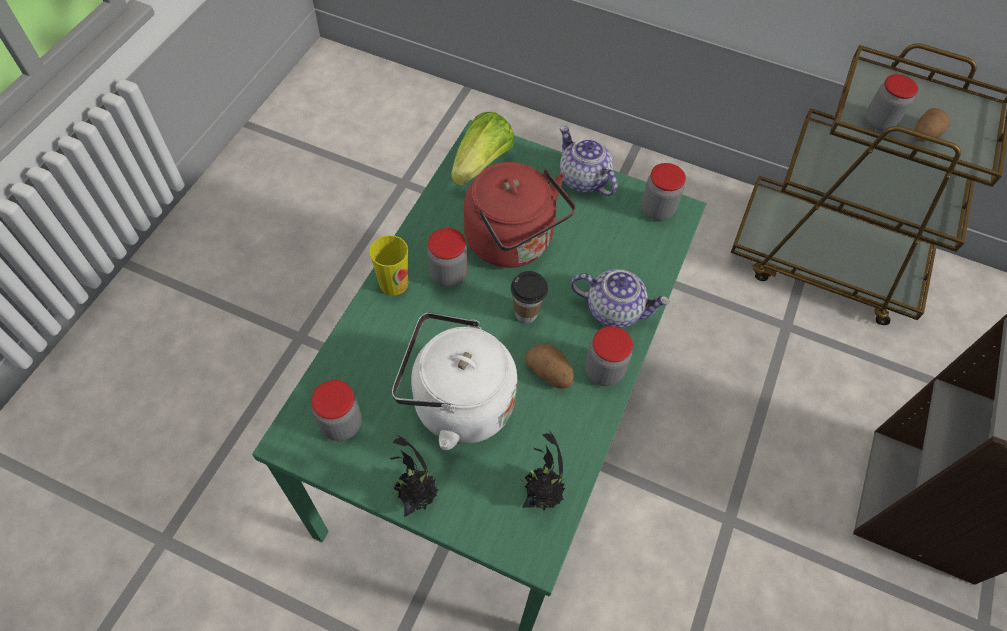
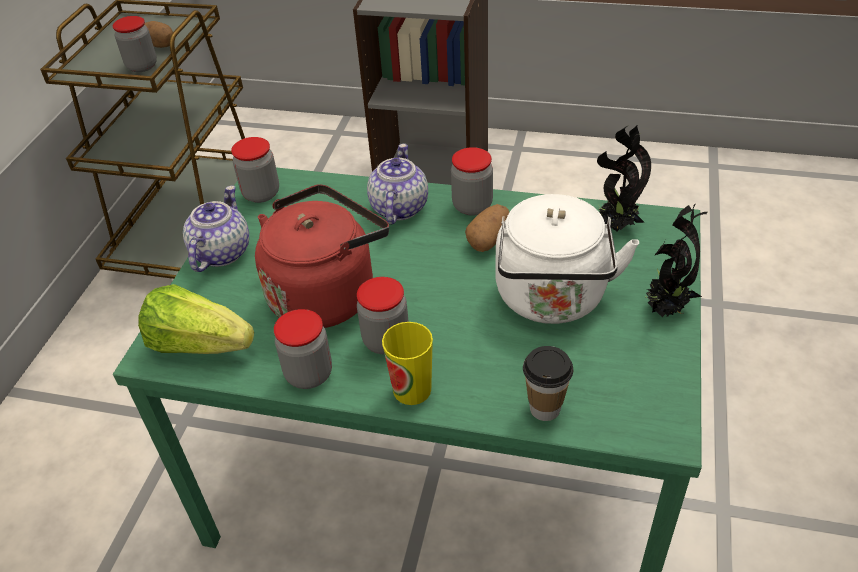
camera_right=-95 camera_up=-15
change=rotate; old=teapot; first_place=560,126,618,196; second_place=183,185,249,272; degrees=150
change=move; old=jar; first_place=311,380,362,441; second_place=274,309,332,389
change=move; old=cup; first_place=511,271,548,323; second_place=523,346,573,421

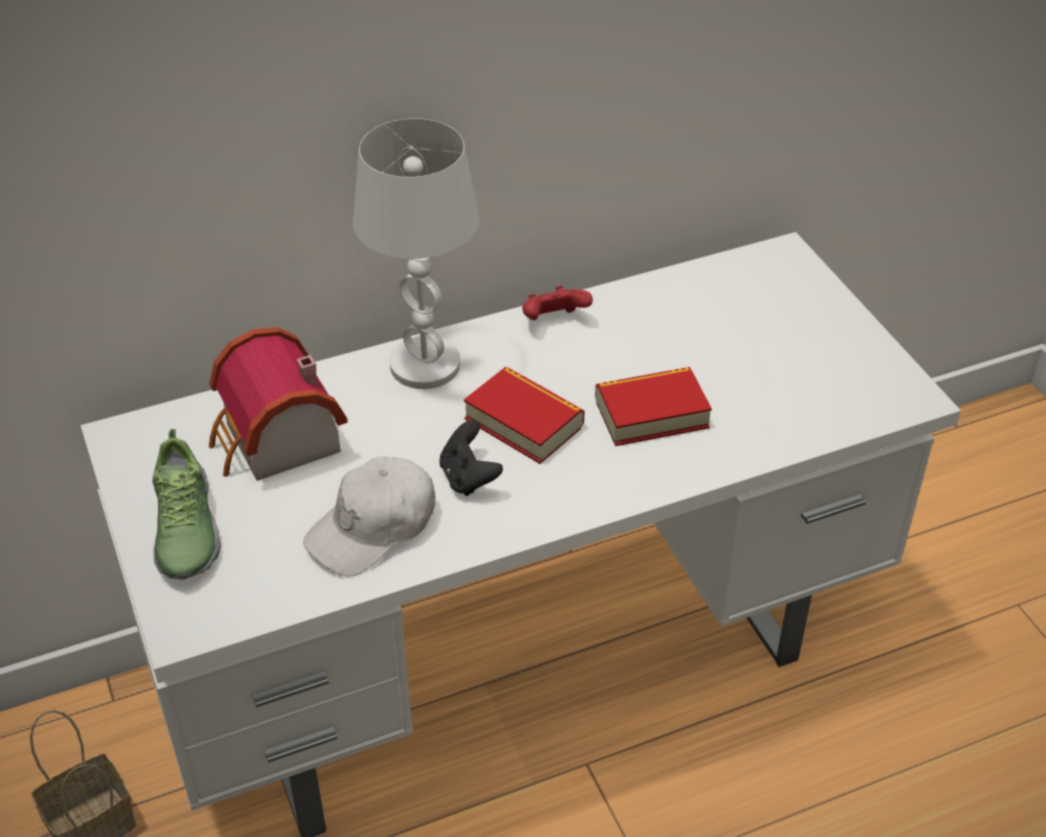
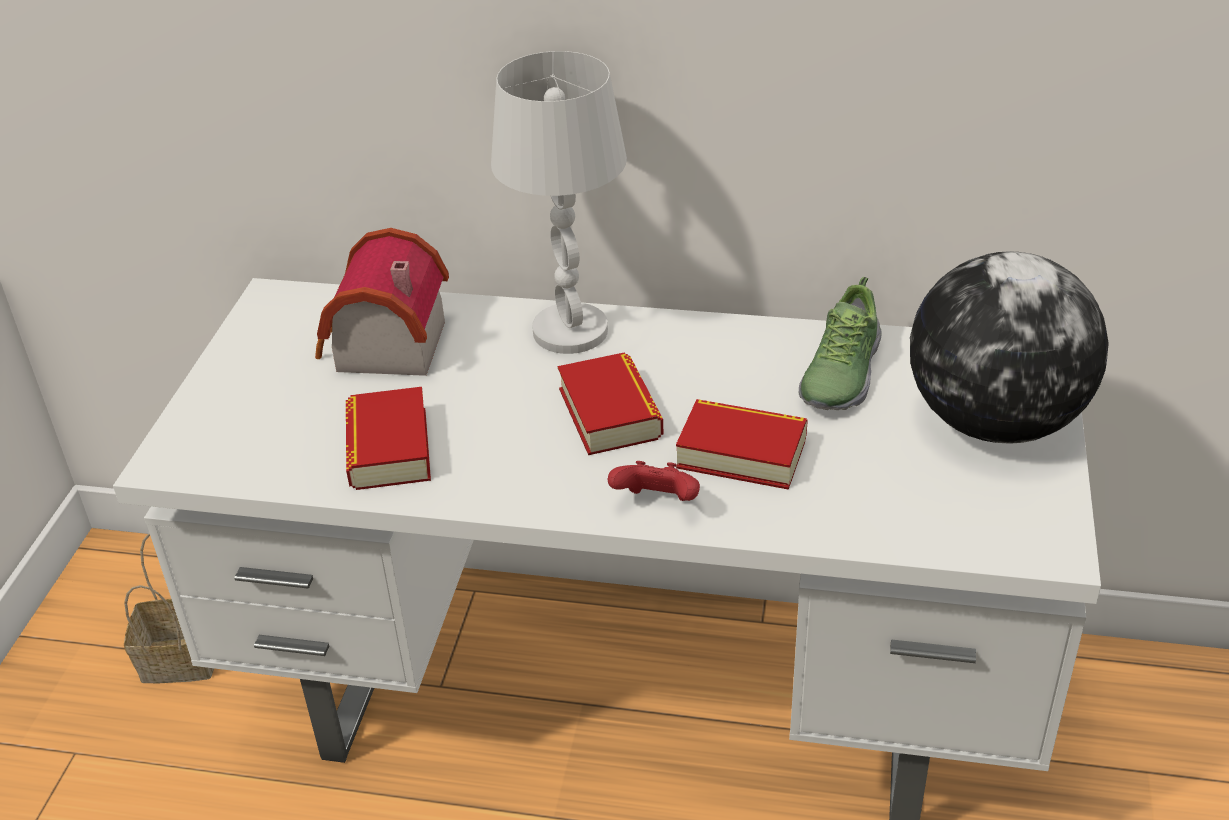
camera_right=35 camera_up=-5
change=replace; old=cap/white; new=book; first_place=304,456,435,576; second_place=346,387,431,490
change=move; old=game controller/red; first_place=522,286,593,320; second_place=608,461,700,501
change=move; old=shoe; first_place=153,429,221,580; second_place=799,277,882,410
change=insert; new=globe; second_place=910,251,1109,444
change=delete; old=game controller/black; first_place=440,420,503,496

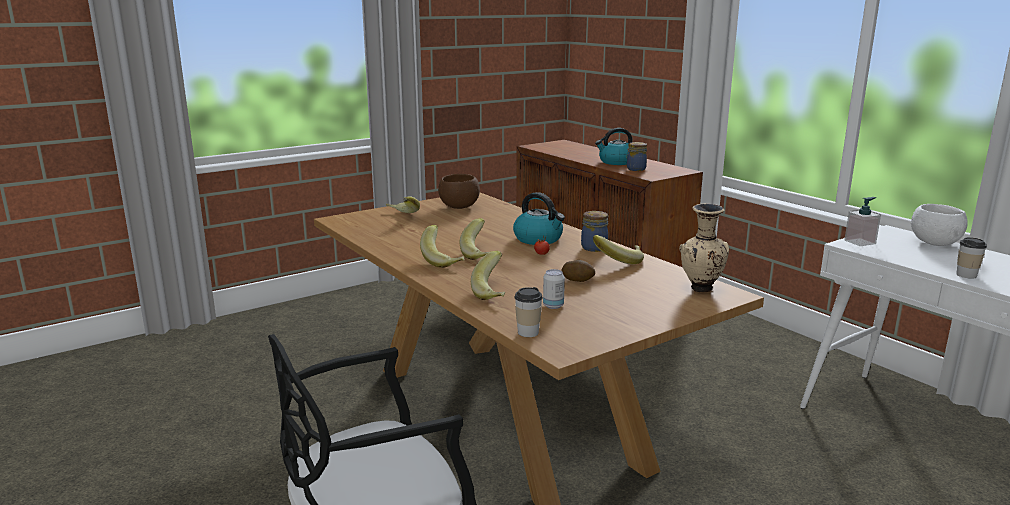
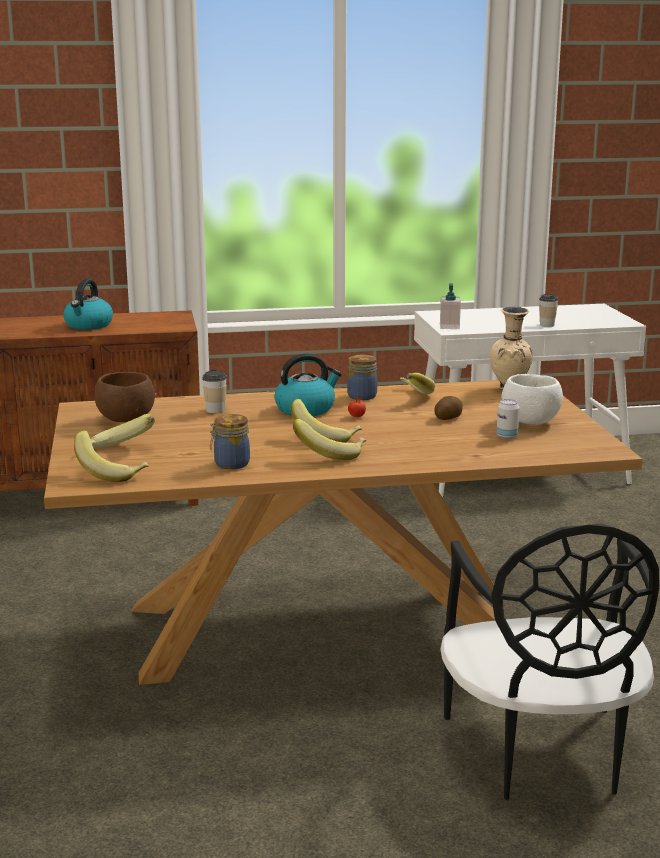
camera_right=-65 camera_up=0
change=move; old=banana; first_place=471,251,505,300; second_place=74,430,149,482
change=move; old=cup; first_place=514,287,543,337; second_place=202,369,227,413
change=move; old=jar; first_place=627,142,647,171; second_place=210,414,250,469
change=move; old=bowl/white; first_place=911,204,968,246; second_place=501,374,563,425

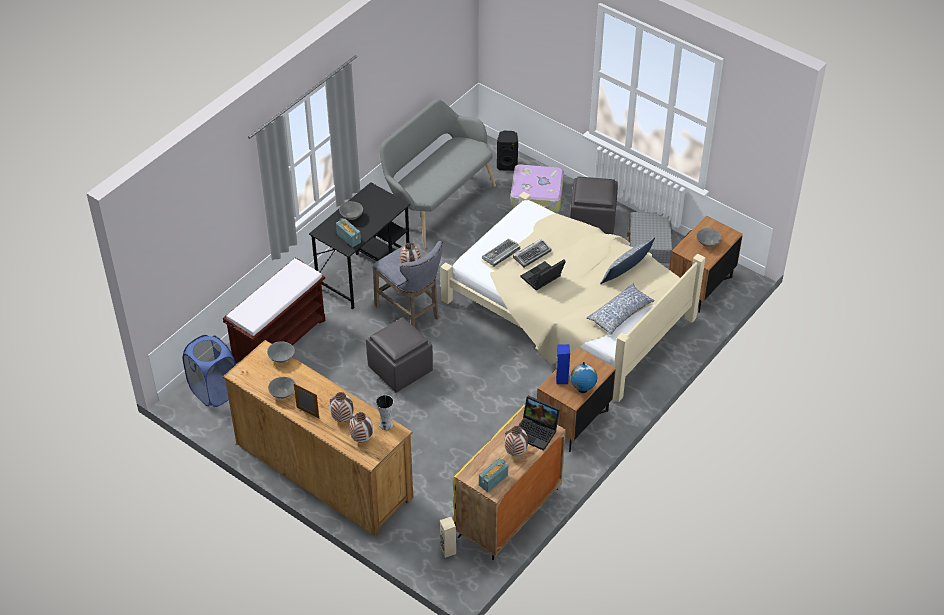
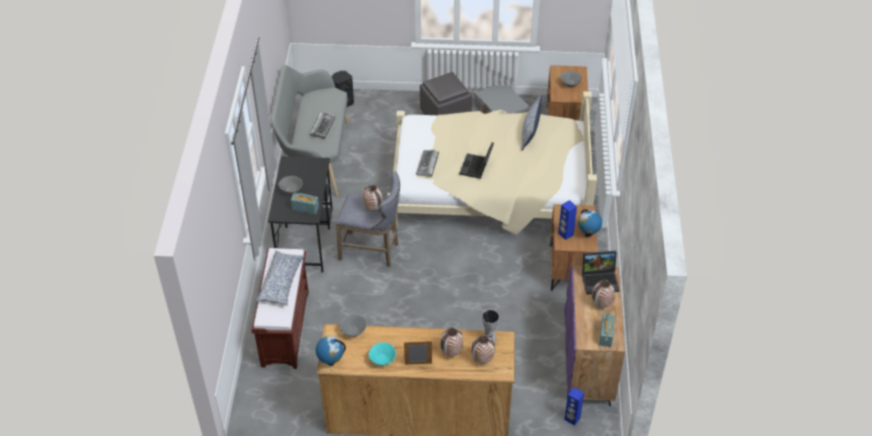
camera_right=-35 camera_up=0
change=move; old=pillow; first_place=586,283,655,335; second_place=256,250,304,306
change=move; old=keyboard; first_place=513,239,552,268; second_place=310,112,335,139
change=insert; new=globe; second_place=316,336,346,366
change=recolor; old=bowl/grey; new=bowl/turquoise; first_place=268,377,296,399; second_place=369,342,396,366
change=recolor; old=cabinet/yellow; new=cabinet/purple; first_place=453,405,566,560; second_place=564,265,625,406
change=recolor; old=speaker/beige; new=speaker/blue; first_place=440,517,456,558; second_place=564,387,584,425
change=delete; old=laundry basket/blue; first_place=183,335,236,407
change=delete; old=ottoman/grey; first_place=366,317,433,393
change=delete; old=suitcase; first_place=510,165,564,213

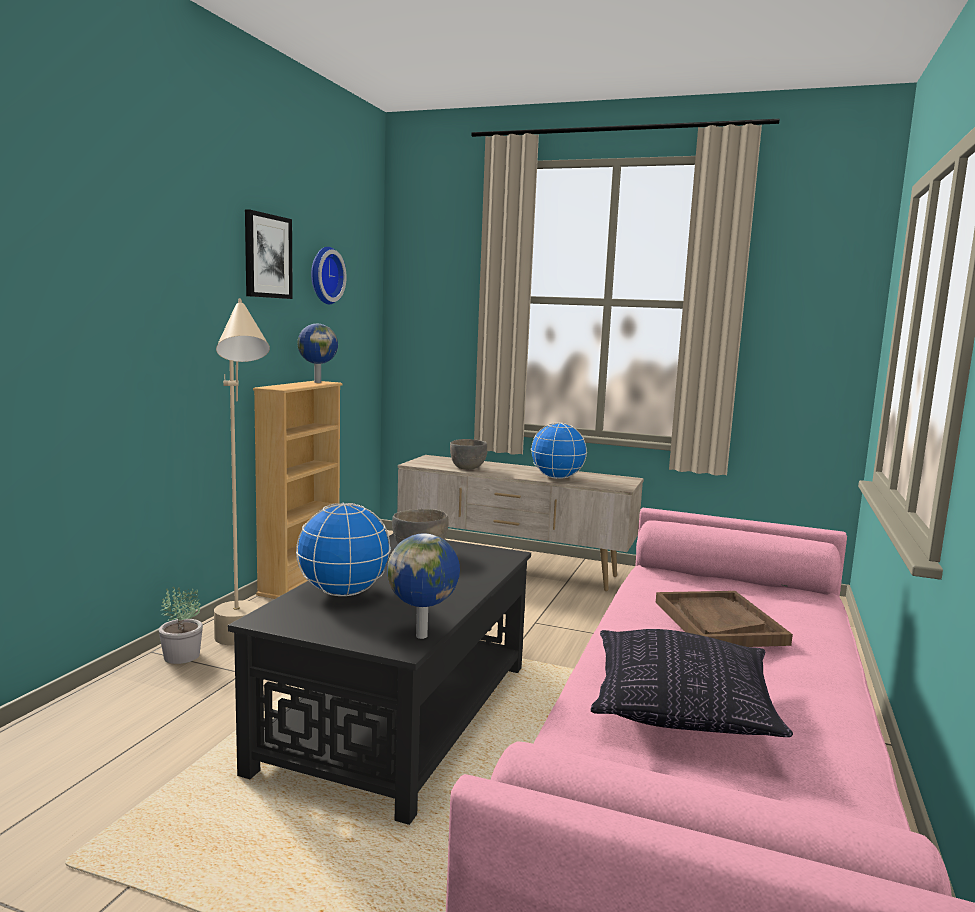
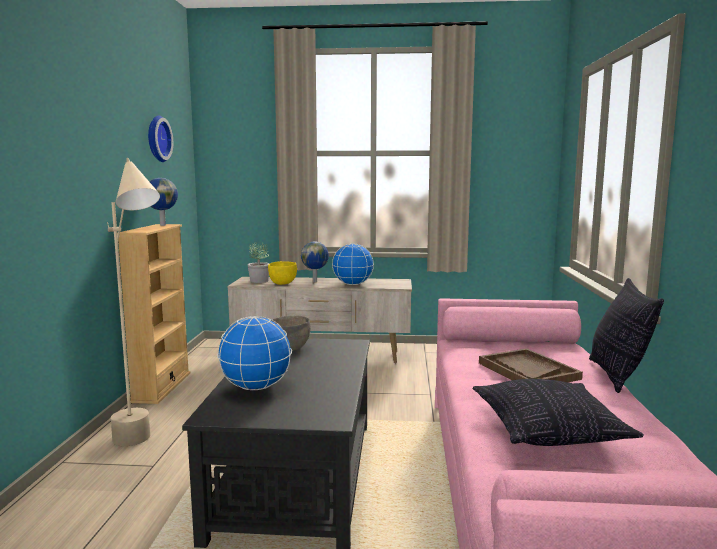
camera_right=-15 camera_up=0
change=move; old=potted plant; first_place=159,586,203,664; second_place=248,243,269,283
change=recolor; old=bowl/grey; new=bowl/yellow; first_place=450,439,488,469; second_place=268,261,297,285
change=move; old=globe; first_place=387,533,460,639; second_place=301,241,329,282
change=insert; new=pillow; second_place=589,278,664,393
change=delete; old=picture; first_place=245,210,293,299

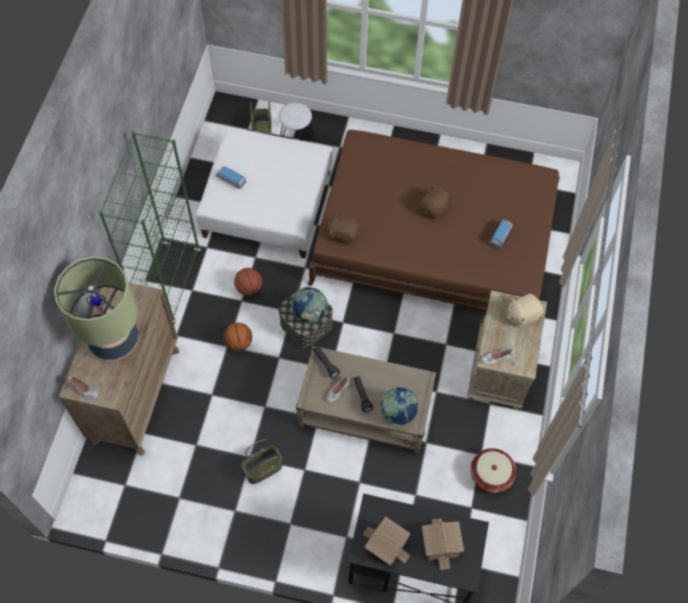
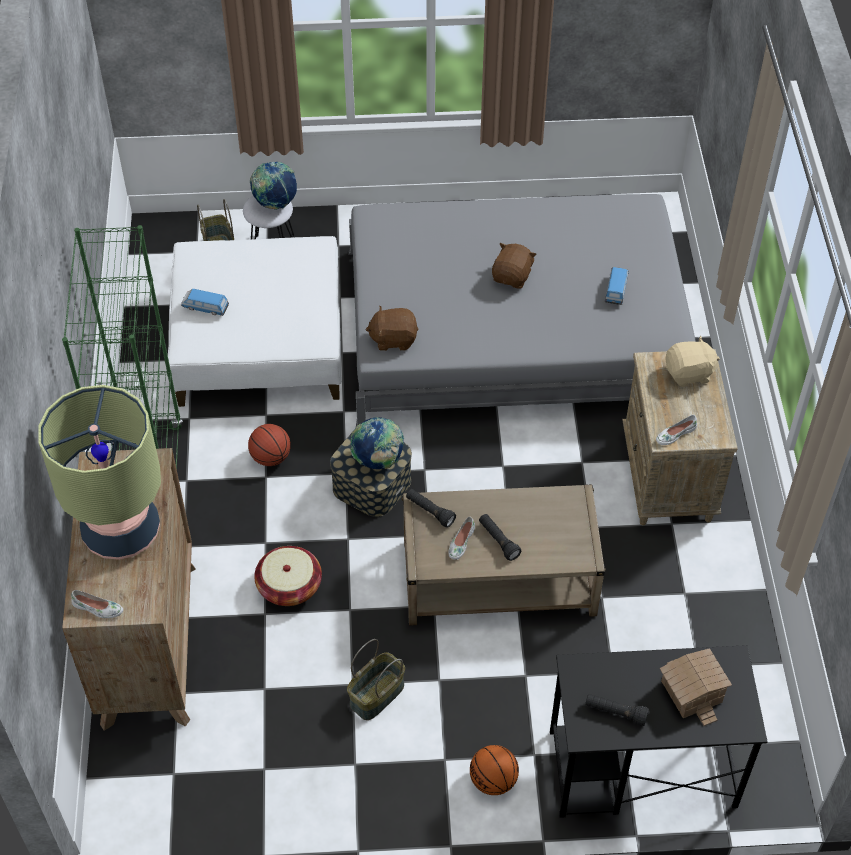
camera_right=-15 camera_up=-10
change=move; old=globe; first_place=381,387,418,425; second_place=250,162,297,210
change=move; old=basket; first_place=470,448,516,493; second_place=254,546,322,606
change=recolor; old=bed/brown; new=bed/grey; first_place=308,130,560,311; second_place=349,194,696,427
change=move; old=basketball; first_place=223,323,252,351; second_place=470,745,519,795
change=replace; old=toy house; new=flashlight/black; first_place=363,517,411,566; second_place=585,694,649,726
change=rotate; old=plush toy/beige; first_place=507,294,543,328; second_place=665,336,720,387; degrees=-150

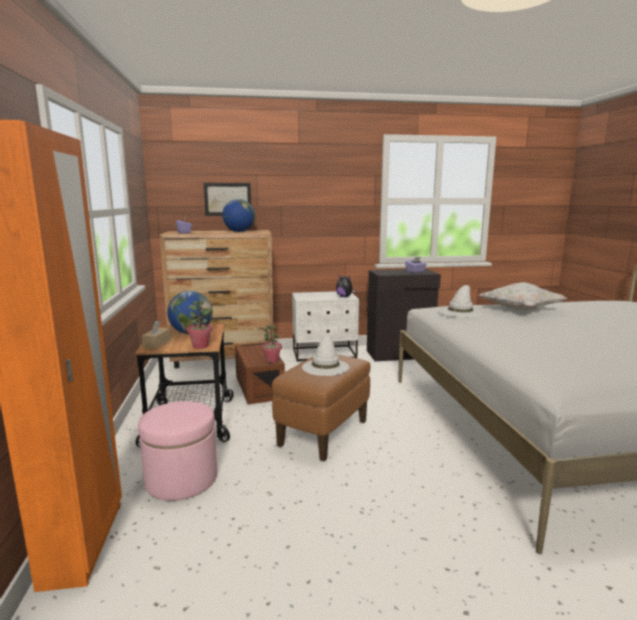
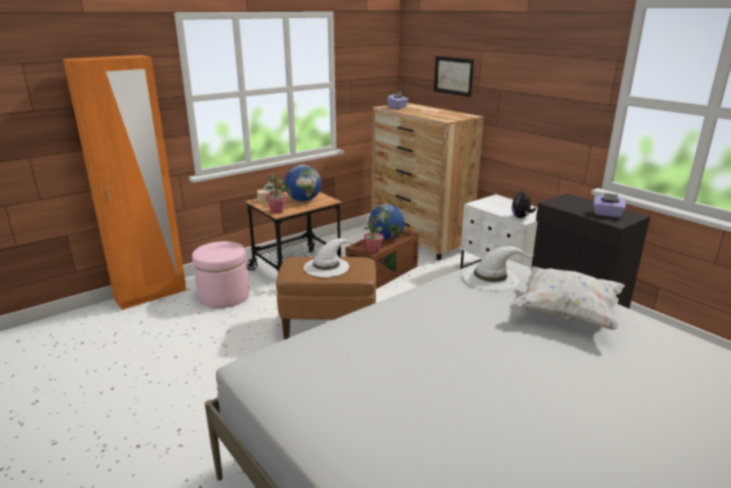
camera_right=60 camera_up=10
change=move; old=globe; first_place=222,199,255,232; second_place=369,204,405,240

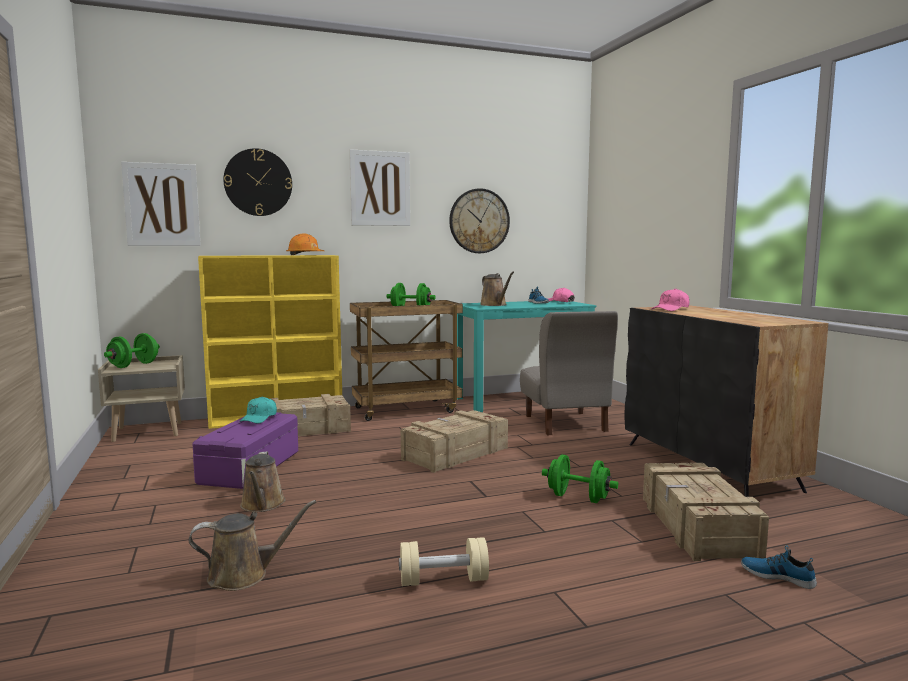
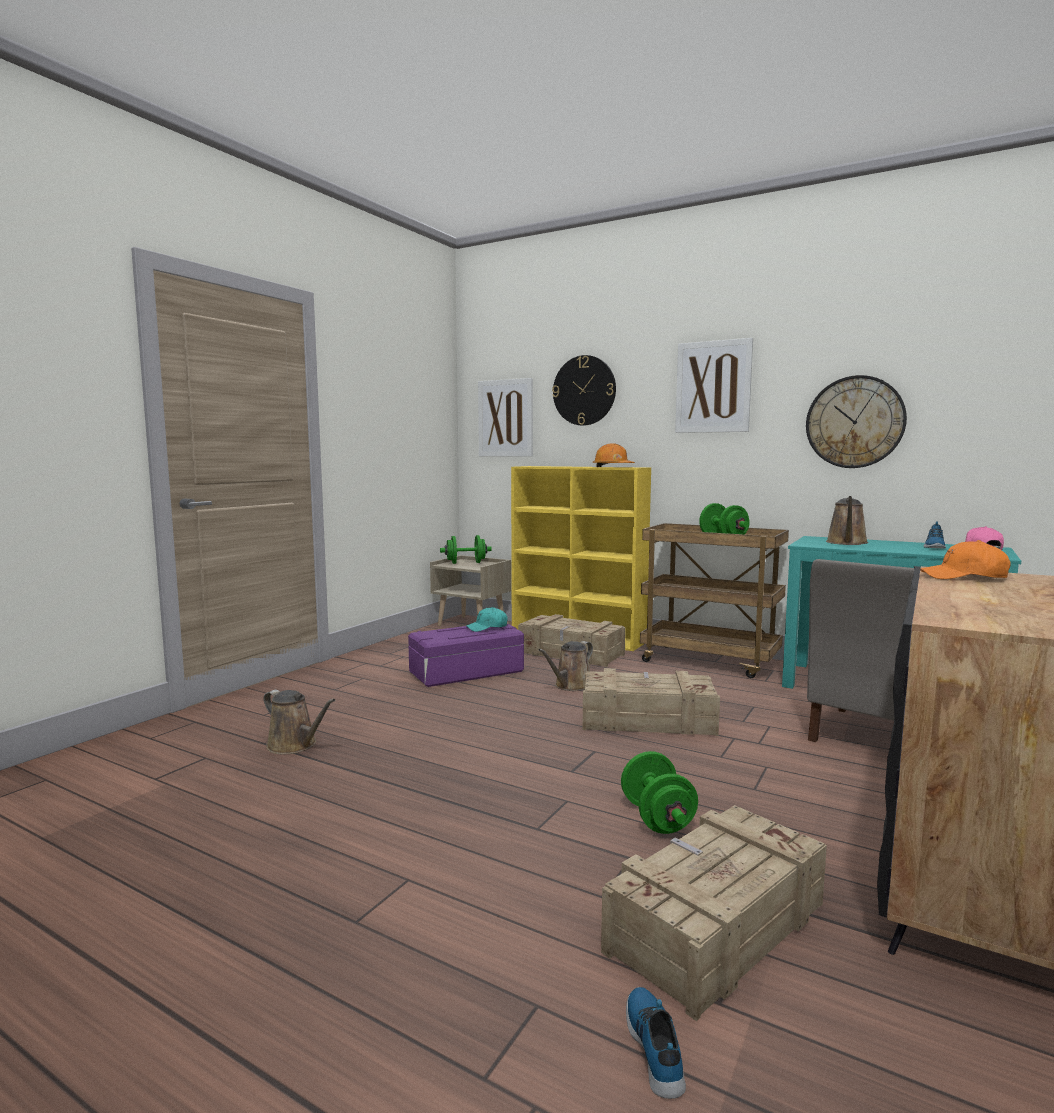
camera_right=50 camera_up=0
change=move; old=watering can/brown; first_place=240,451,286,512; second_place=538,641,593,691
change=recolor; old=cap/pink; new=cap/orange; first_place=651,288,689,311; second_place=920,540,1010,579
change=delete; old=dumbbell/beige; first_place=399,537,489,586

